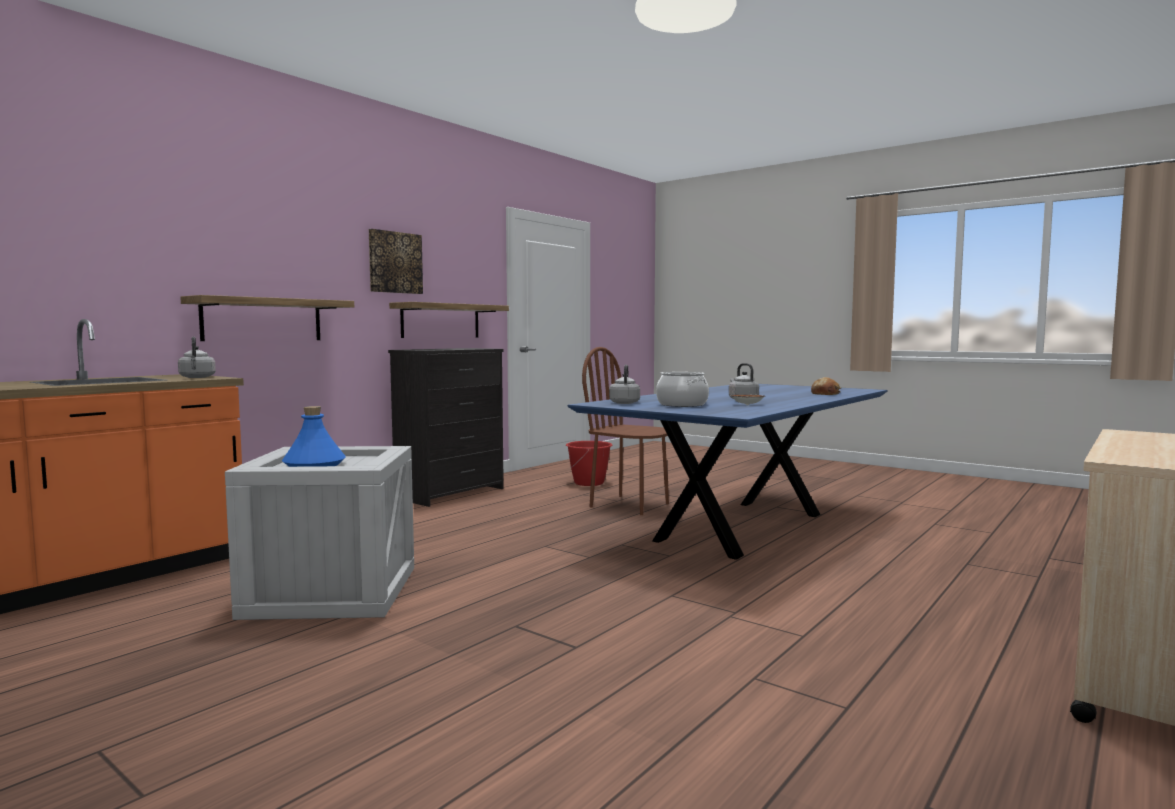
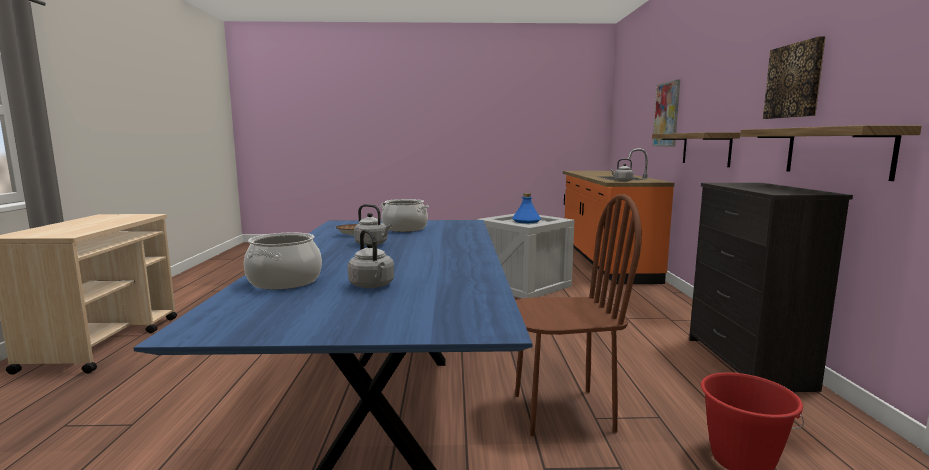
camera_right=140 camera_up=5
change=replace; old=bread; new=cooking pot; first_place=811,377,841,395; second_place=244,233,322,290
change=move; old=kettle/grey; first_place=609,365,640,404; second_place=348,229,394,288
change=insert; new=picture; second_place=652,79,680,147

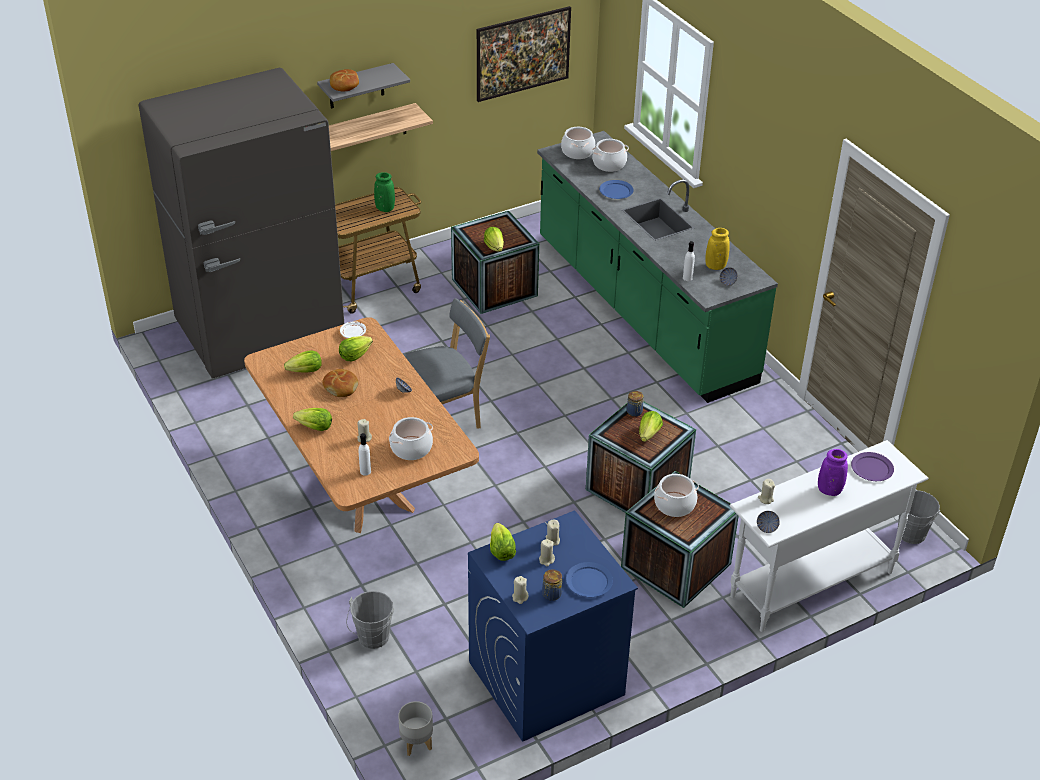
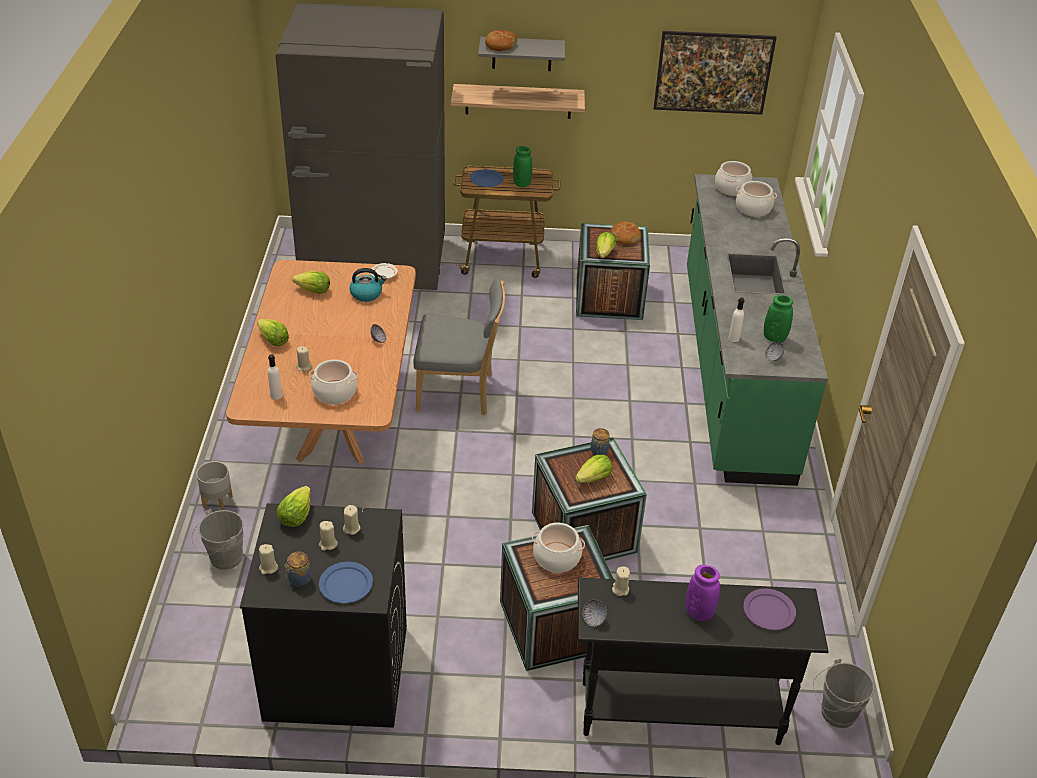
camera_right=30 camera_up=0
change=move; old=planter/grey; first_place=398,701,433,756; second_place=196,461,233,510
change=recolor; old=washing machine/blue; new=washing machine/black; first_place=468,510,638,742; second_place=240,503,407,728
change=replace; old=lettuce; new=kettle; first_place=339,336,373,362; second_place=349,268,387,302
change=move; old=plate/blue; first_place=599,180,634,199; second_place=470,169,504,187
change=recolor; old=console table/white; new=console table/black; first_place=730,440,928,632; second_place=578,578,829,745
change=move; old=bread; first_place=323,369,358,397; second_place=611,222,641,245
change=recolor; old=vase/yellow; new=vase/green; first_place=705,228,730,270; second_place=764,295,793,343

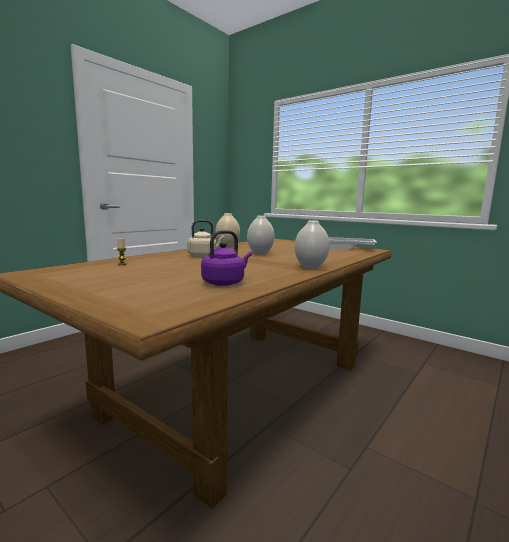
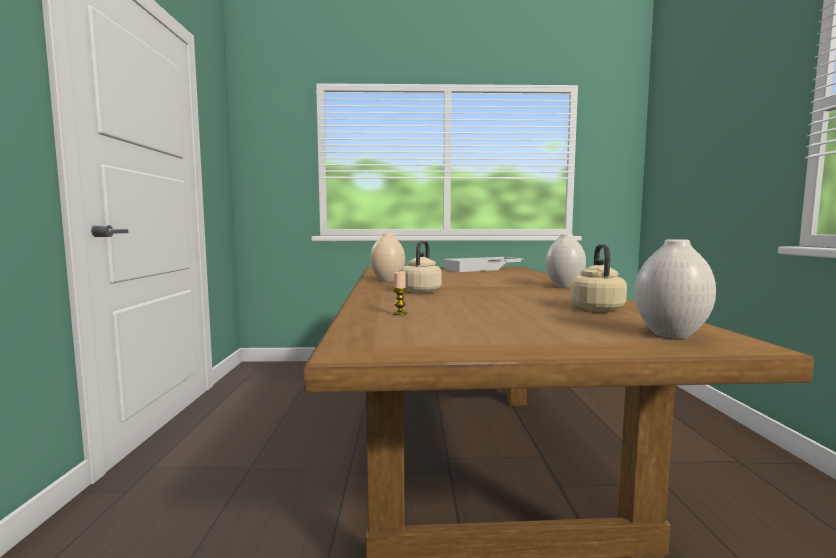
camera_right=-40 camera_up=-5
change=recolor; old=kettle/purple; new=kettle/beige; first_place=201,230,252,286; second_place=570,244,627,312
change=move; old=vase/white; first_place=247,216,275,254; second_place=635,239,716,339

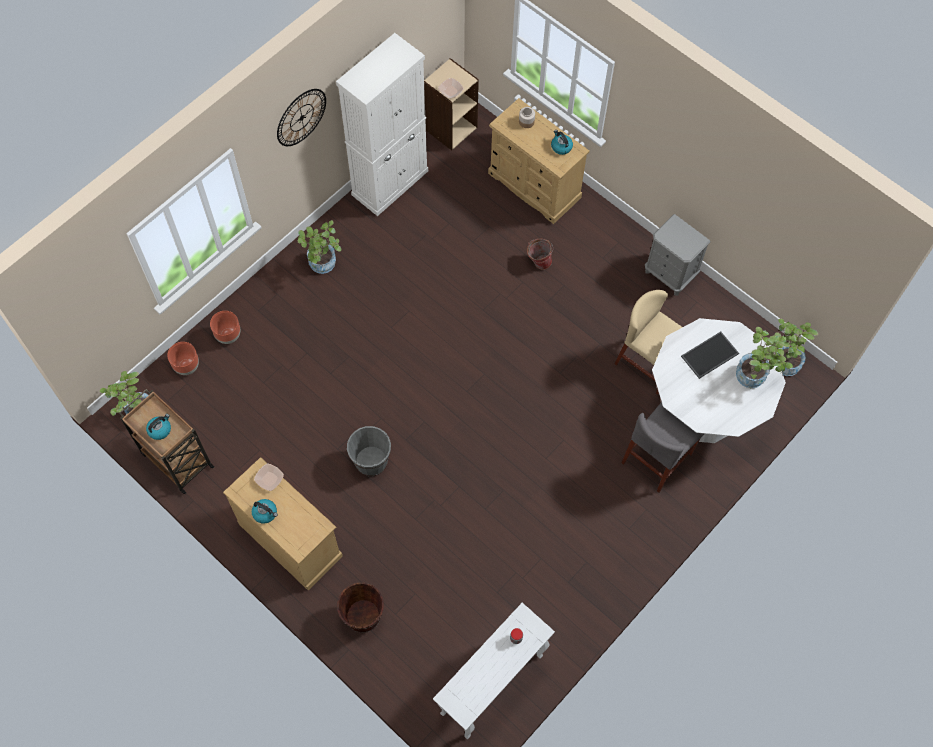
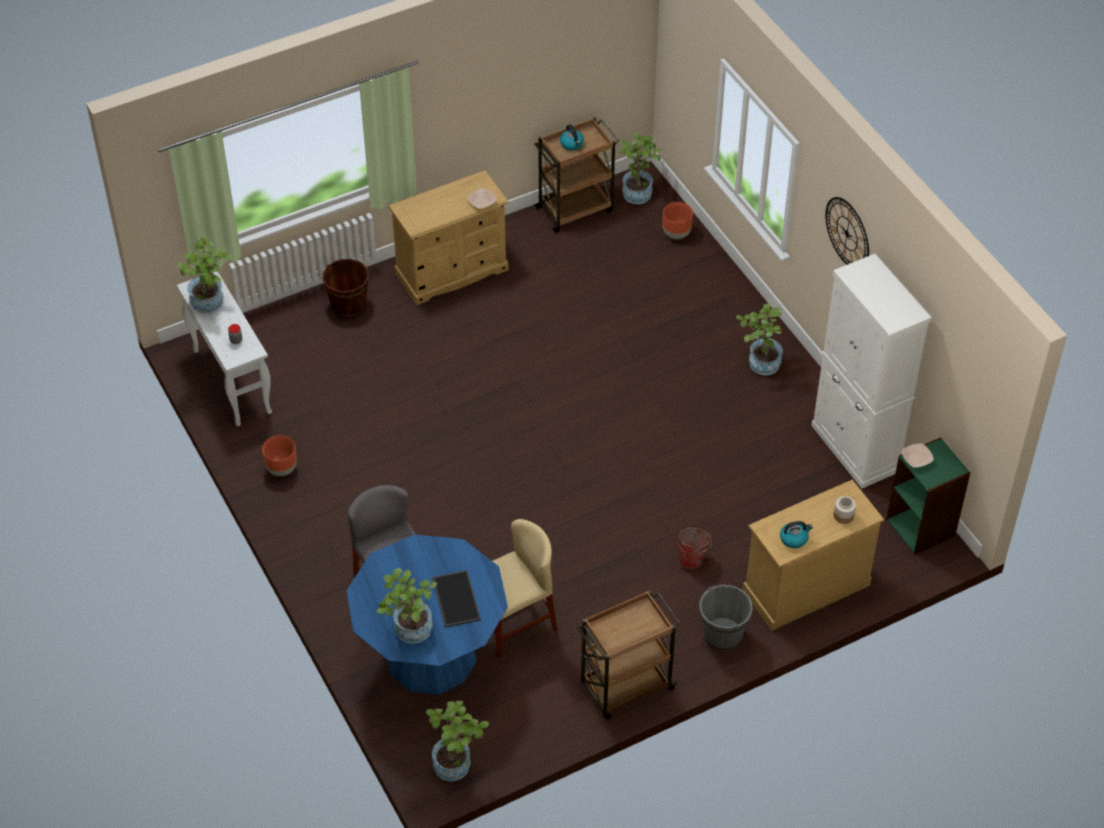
camera_right=110 camera_up=-15
change=insert; new=potted plant; second_place=177,235,233,313
change=move; old=planter/brown; first_place=210,311,240,344; second_place=262,435,297,476
change=recolor; old=dining table/white; new=dining table/blue; first_place=652,318,786,443; second_place=346,534,508,695
change=replace; old=nightstand/grey; new=cart/brown; first_place=645,214,711,296; second_place=577,590,680,720
change=move; old=bucket/grey; first_place=347,426,391,476; second_place=699,585,753,651
change=recolor; old=bookcase/beige; new=bookcase/green; first_place=424,58,479,150; second_place=886,437,971,555
change=delete; old=kettle; first_place=252,499,278,524

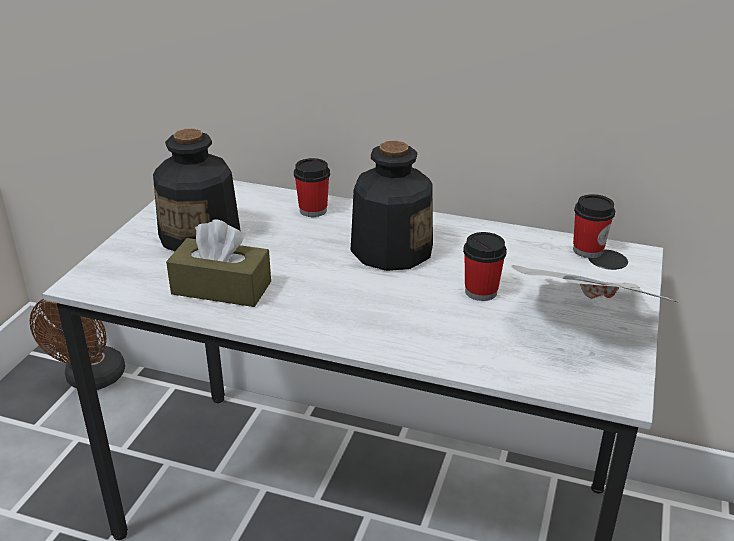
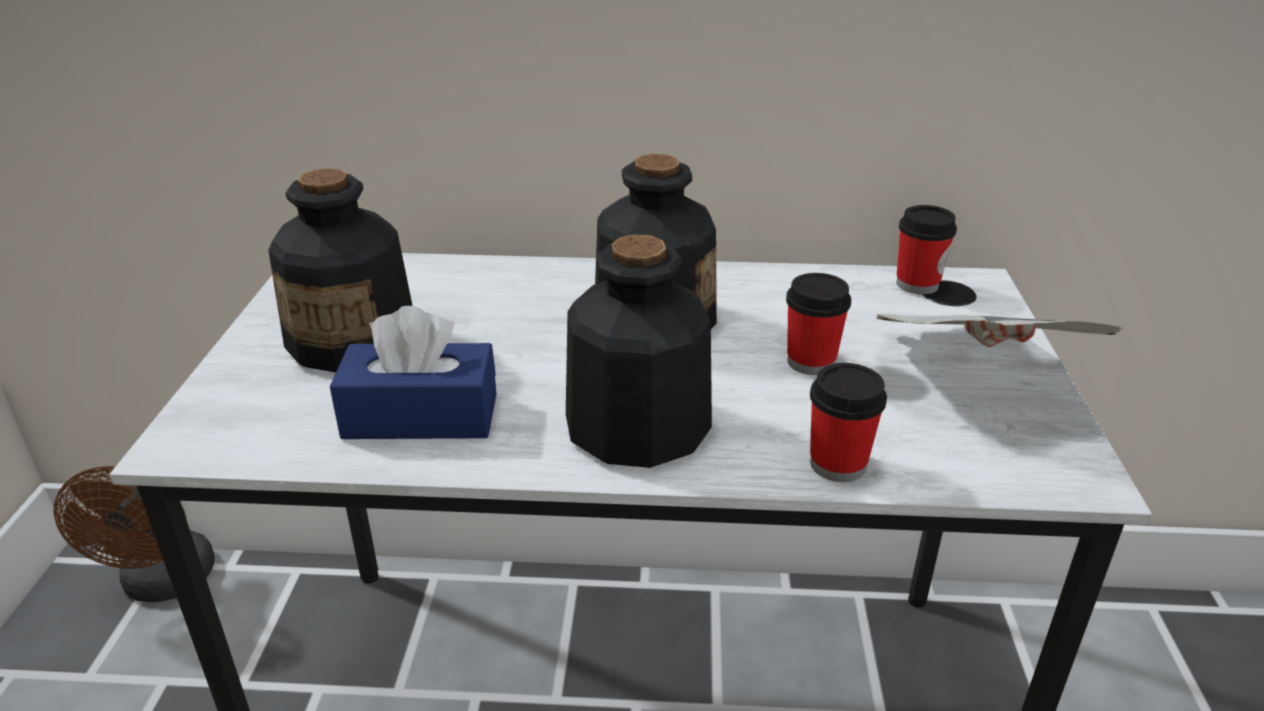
camera_right=-15 camera_up=0
change=recolor; old=tissue box/brown; new=tissue box/blue; first_place=166,219,271,307; second_place=330,306,497,439
change=insert; new=bottle; second_place=566,234,712,468
change=move; old=cup; first_place=294,158,330,217; second_place=810,363,887,482

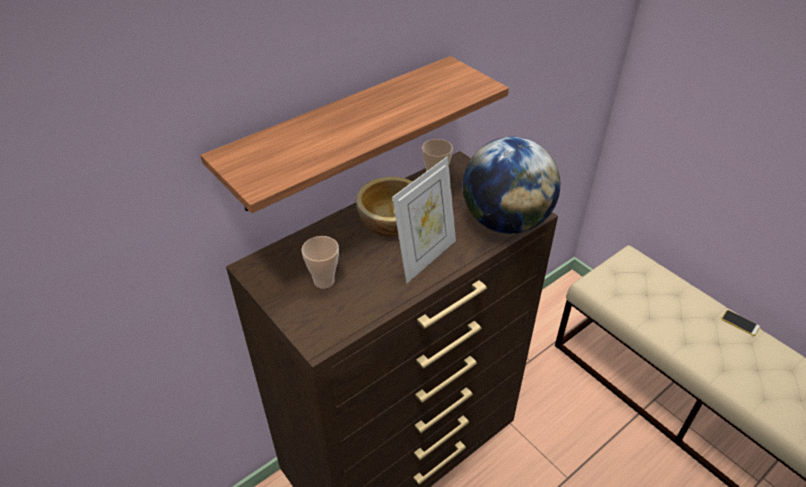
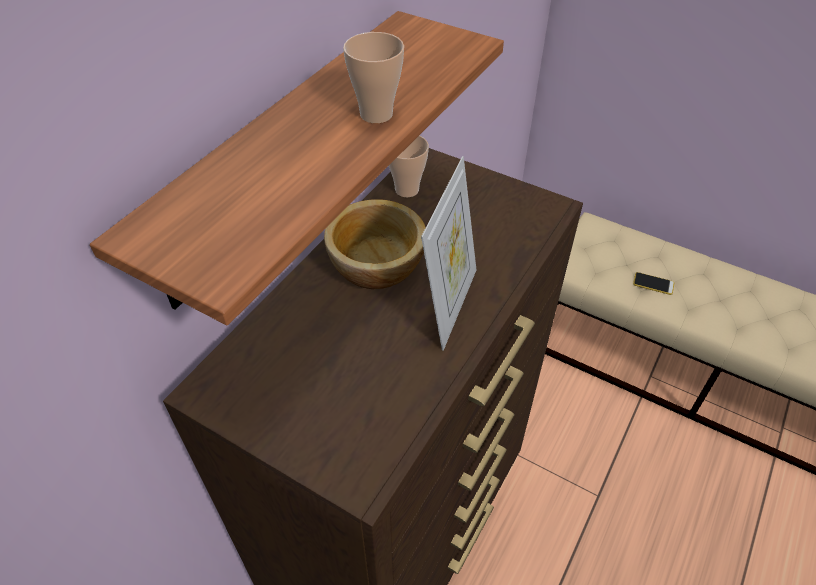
camera_right=-20 camera_up=5
change=move; old=cup; first_place=302,236,339,289; second_place=343,32,404,123
change=move; old=phone; first_place=721,310,760,336; second_place=633,272,674,295
change=delete; old=globe; first_place=463,137,560,234

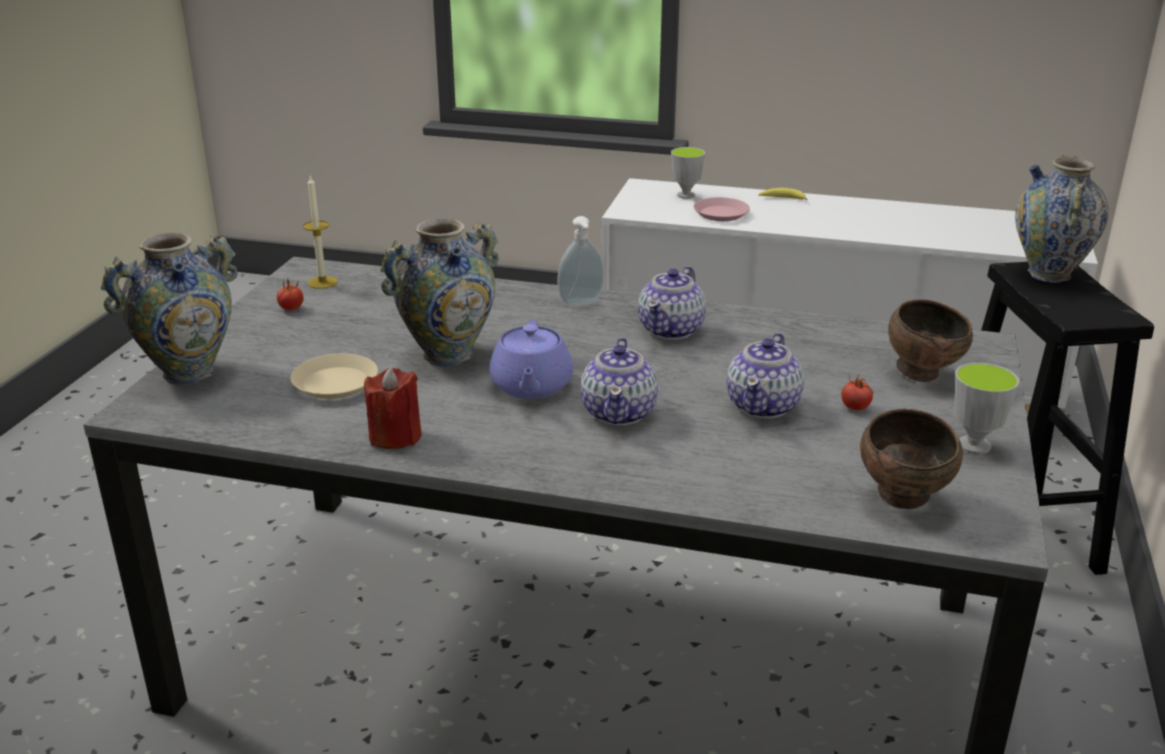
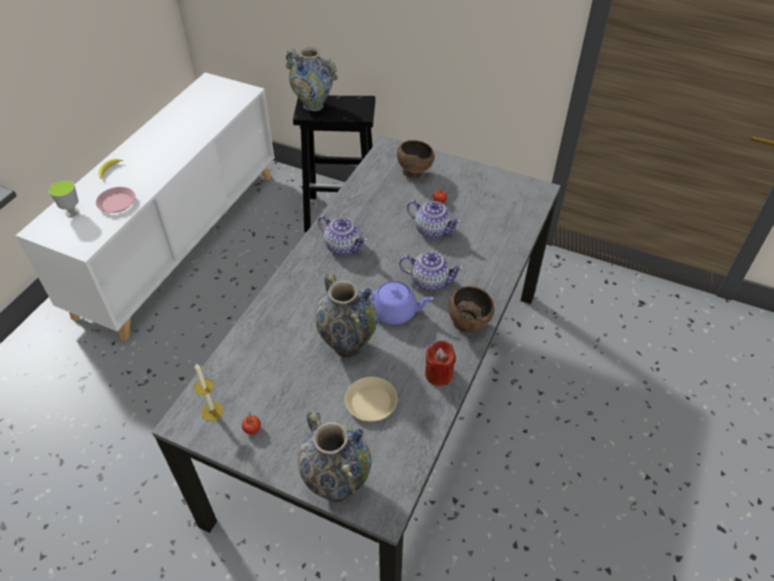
camera_right=-80 camera_up=20
change=move; old=bowl/brown; first_place=860,409,963,509; second_place=448,286,495,333
change=delete; old=soap dispenser; first_place=557,216,605,306
change=delete; old=cup; first_place=954,363,1019,454

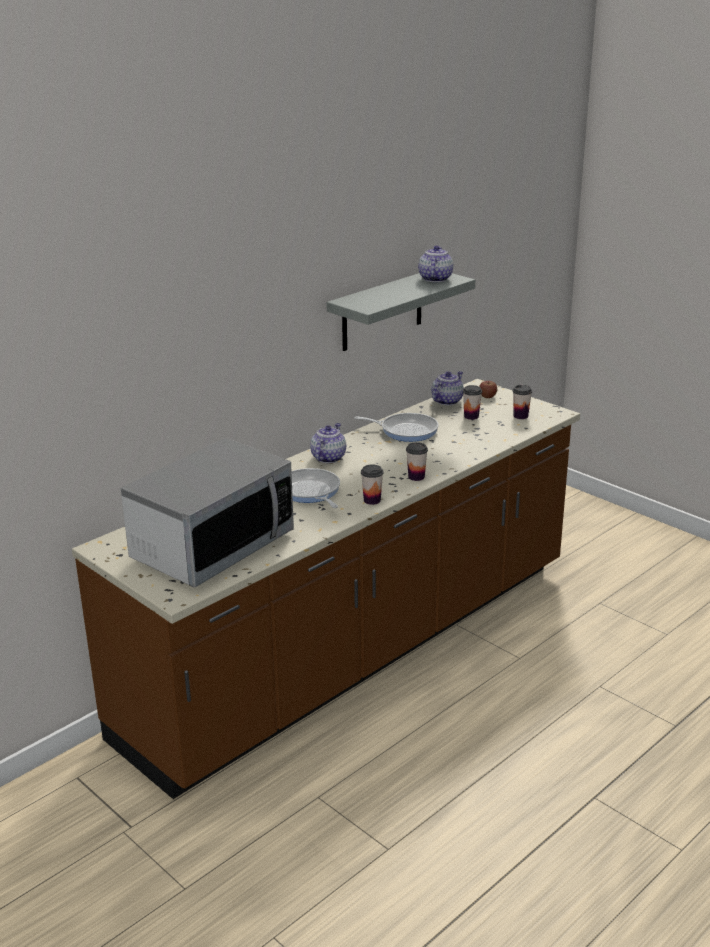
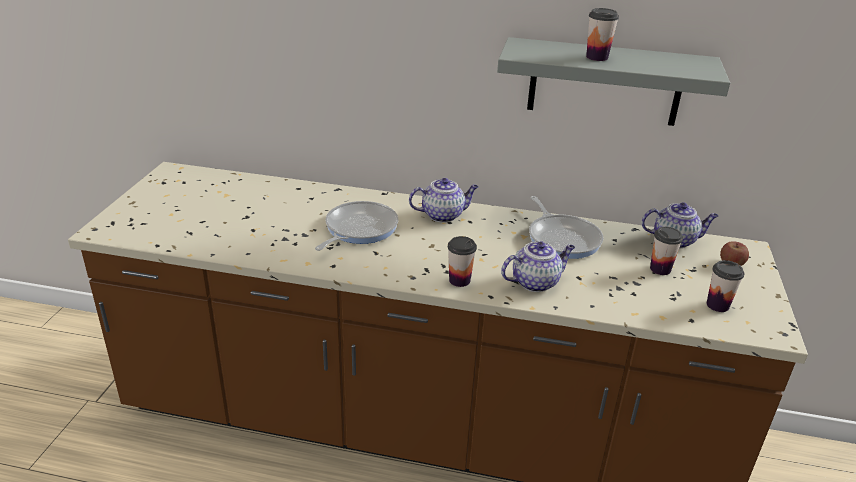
camera_right=55 camera_up=5
change=move; old=teapot; first_place=418,245,453,282; second_place=501,241,575,292
change=move; old=cup; first_place=361,464,384,505; second_place=586,8,619,61
change=delete; old=microwave; first_place=121,438,294,587

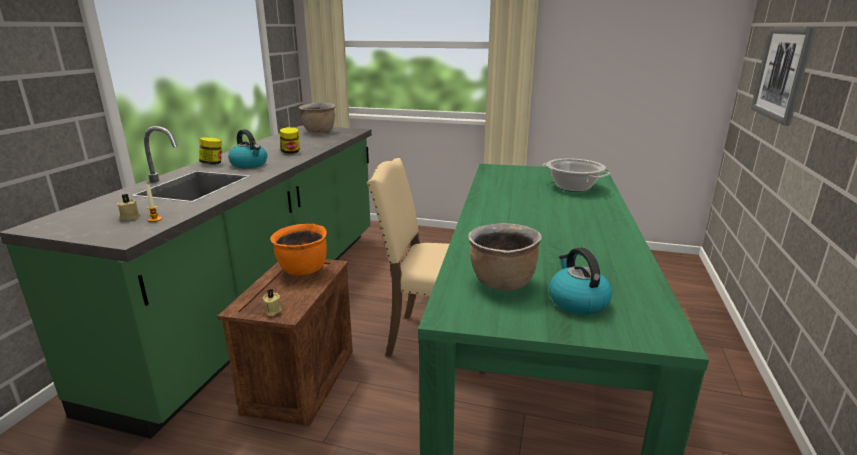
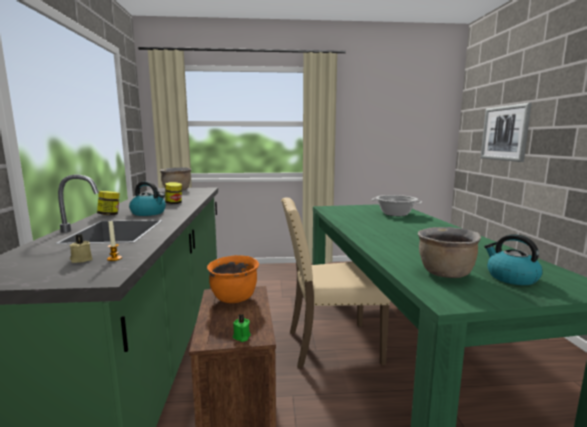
camera_right=-20 camera_up=-10
change=recolor; old=candle/beige; new=candle/green; first_place=263,289,282,316; second_place=233,314,251,342

